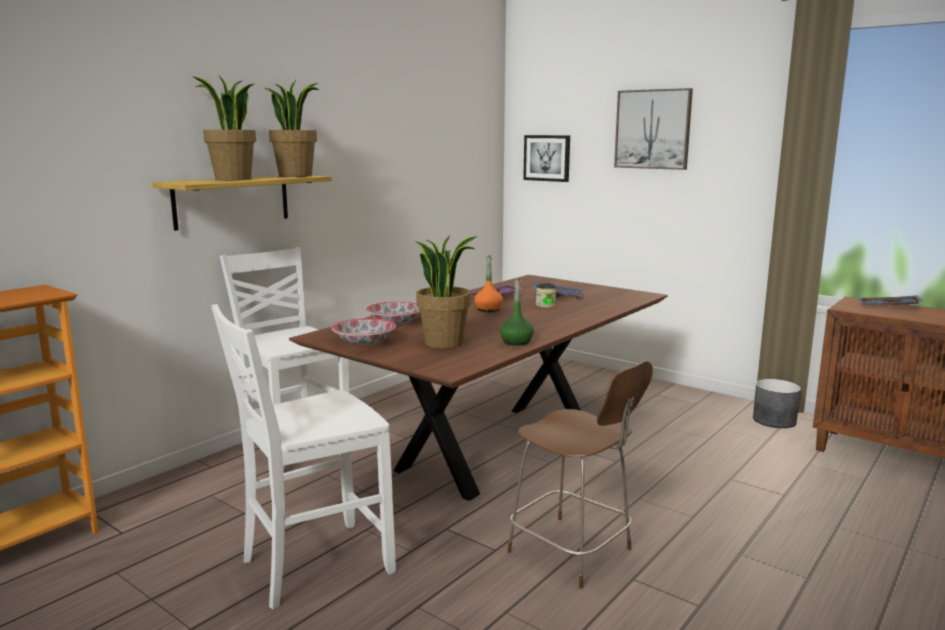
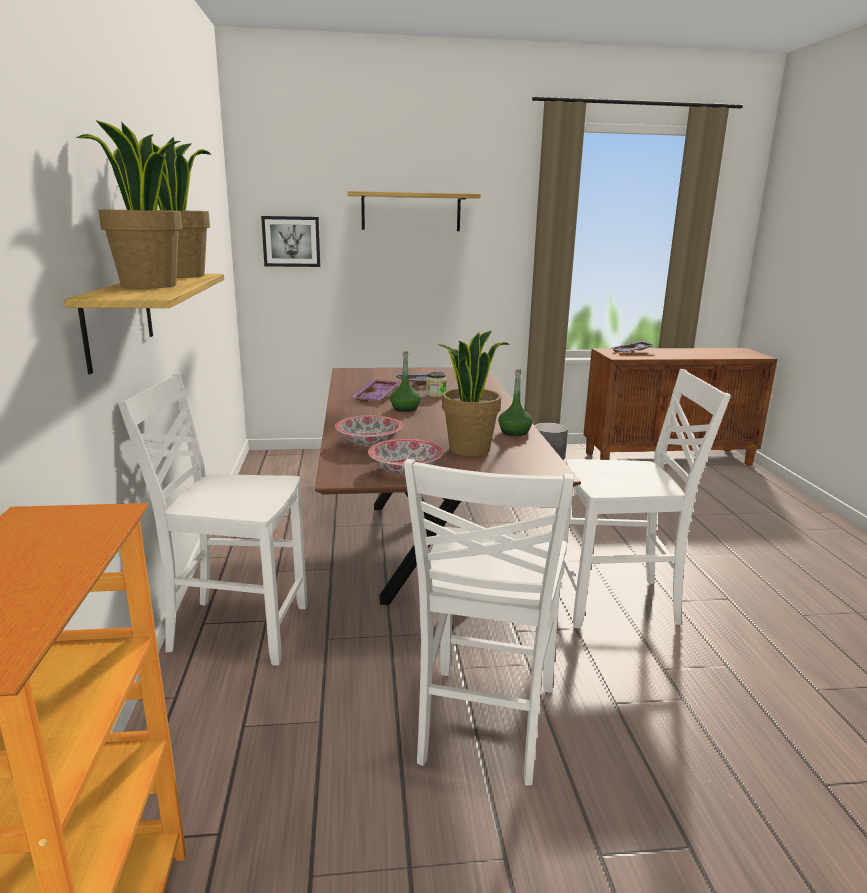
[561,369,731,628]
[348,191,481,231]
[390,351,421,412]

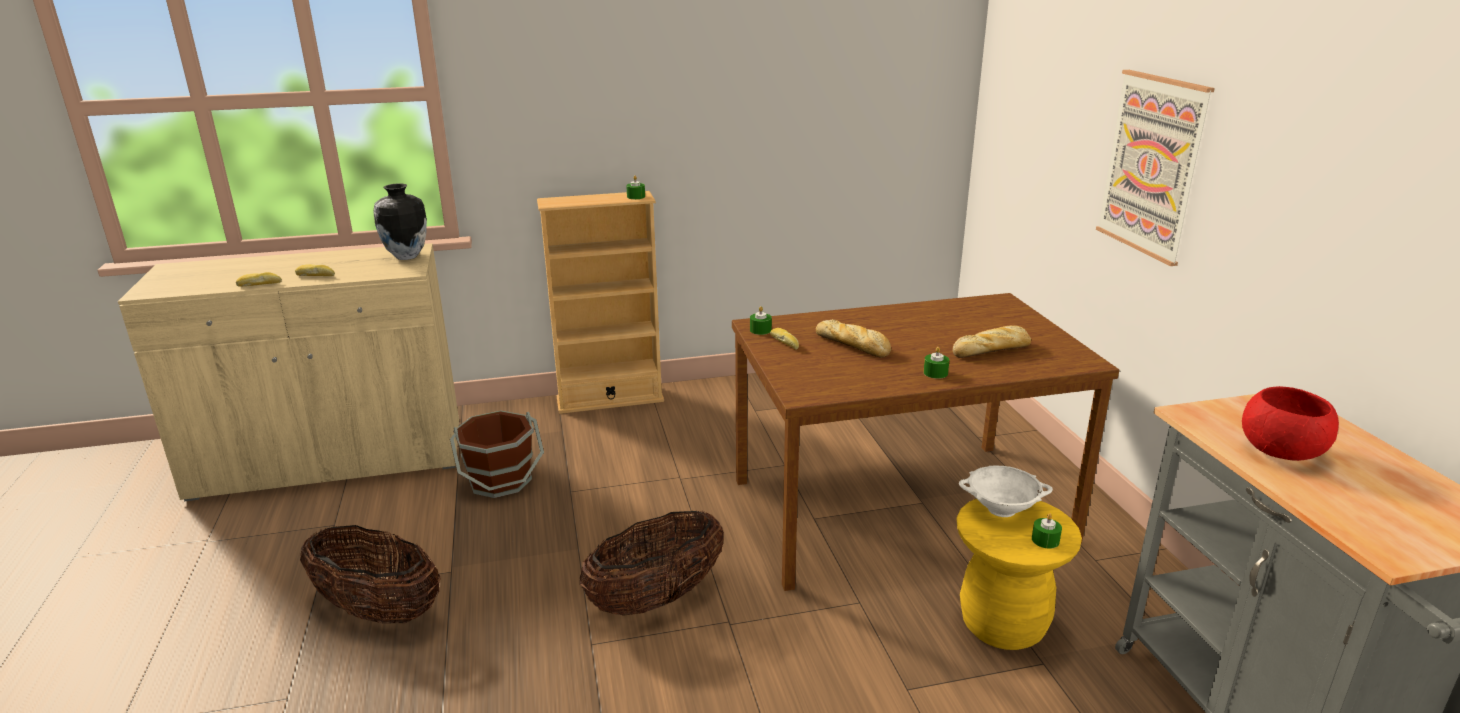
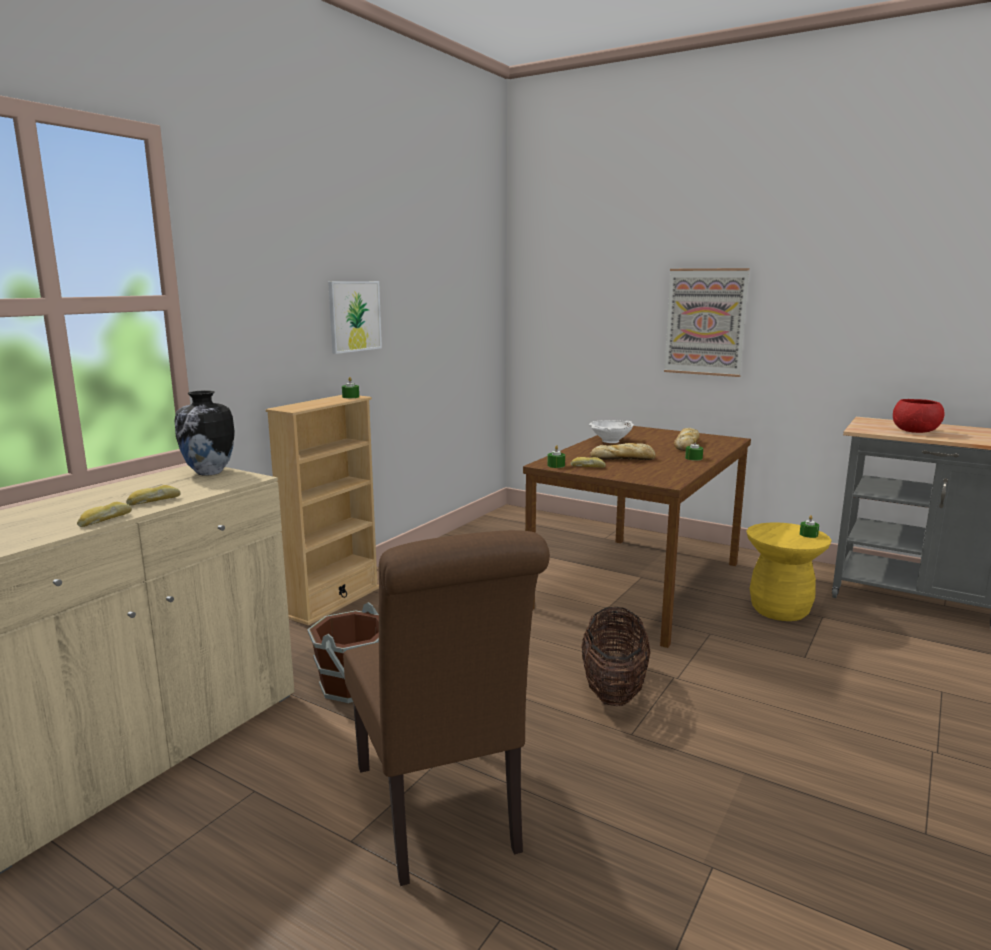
[328,281,382,354]
[589,420,635,443]
[343,530,550,886]

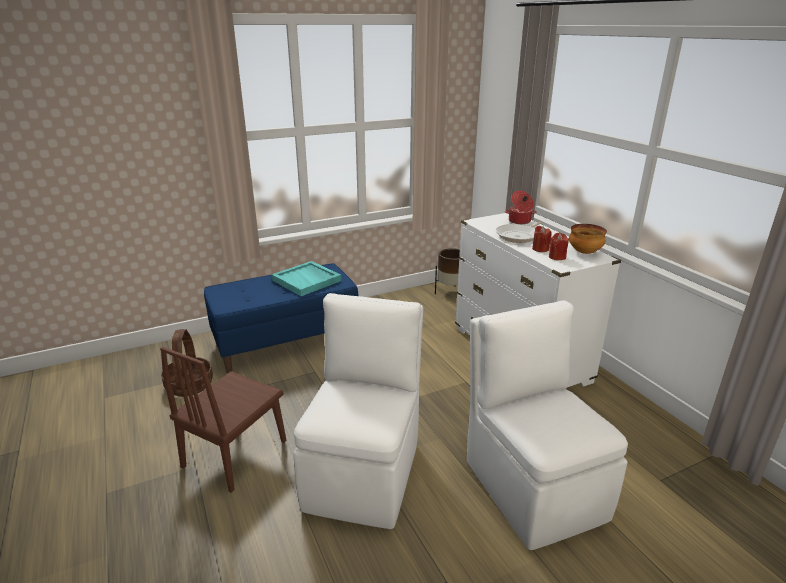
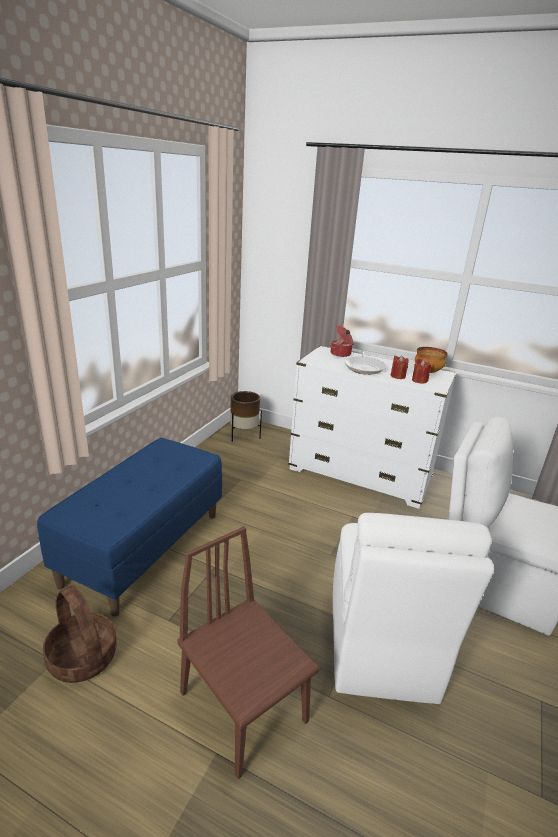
[272,261,341,296] (first image)
[177,526,319,779]
[333,513,494,704]

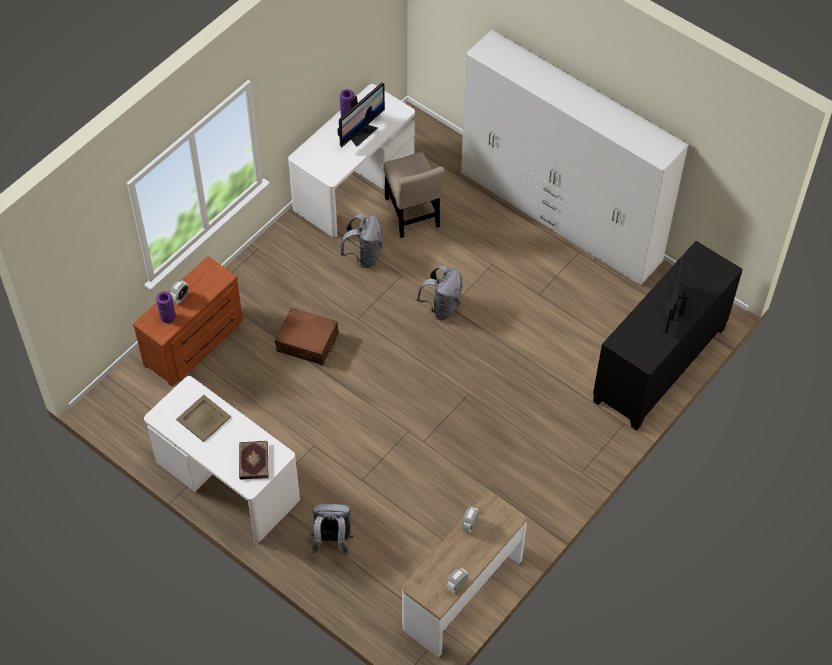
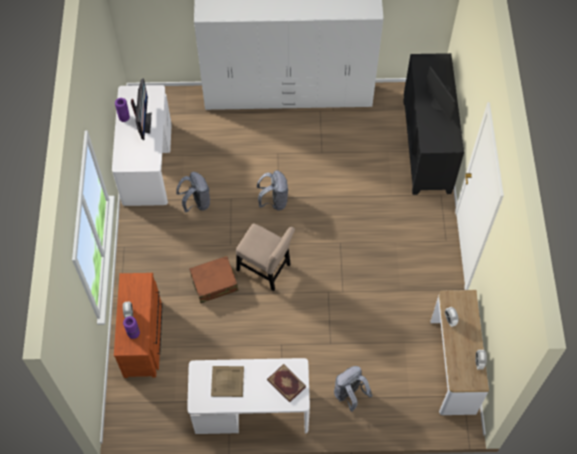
[236,224,295,291]

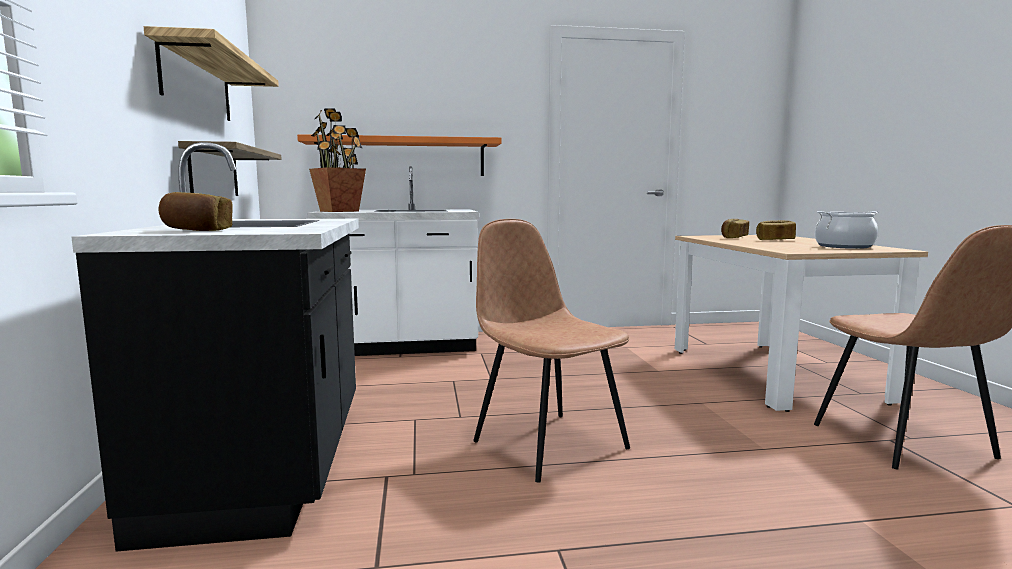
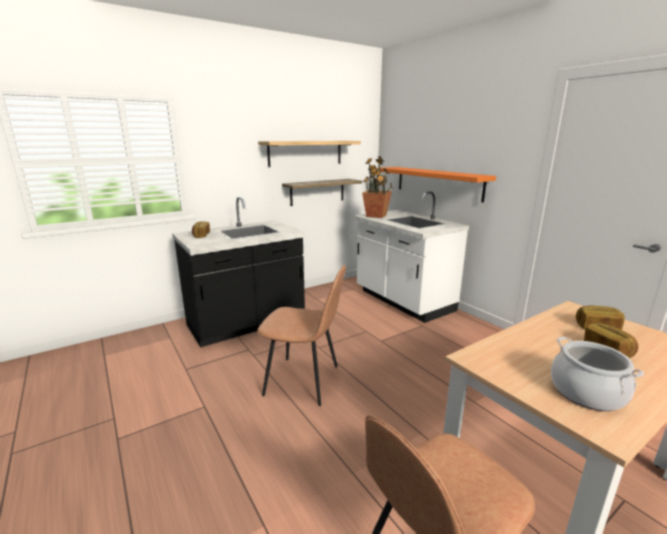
[257,265,346,406]

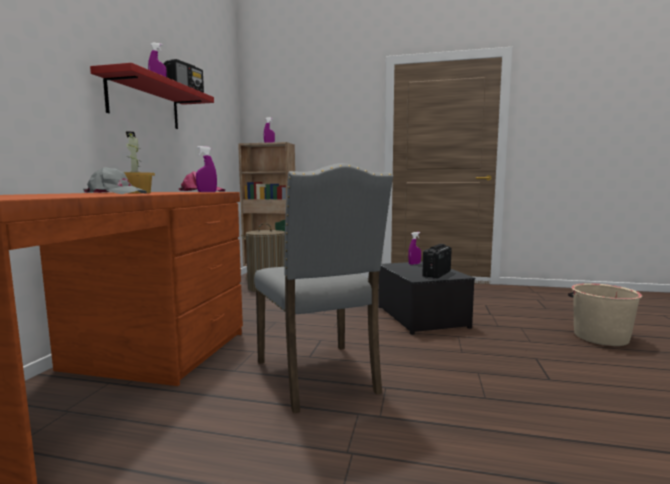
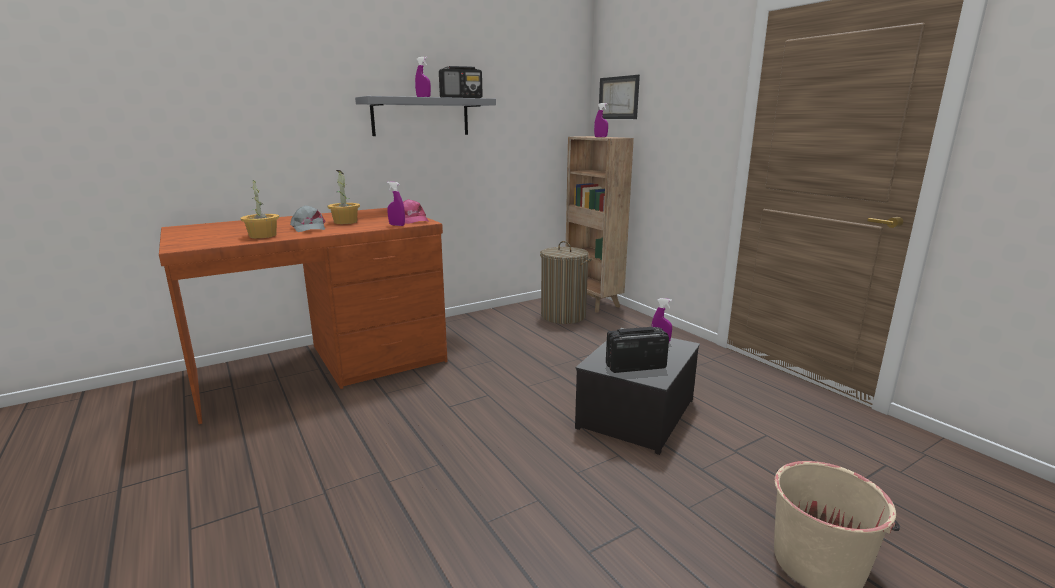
[254,163,393,413] (first image)
[241,180,279,238]
[599,75,640,119]
[355,96,496,136]

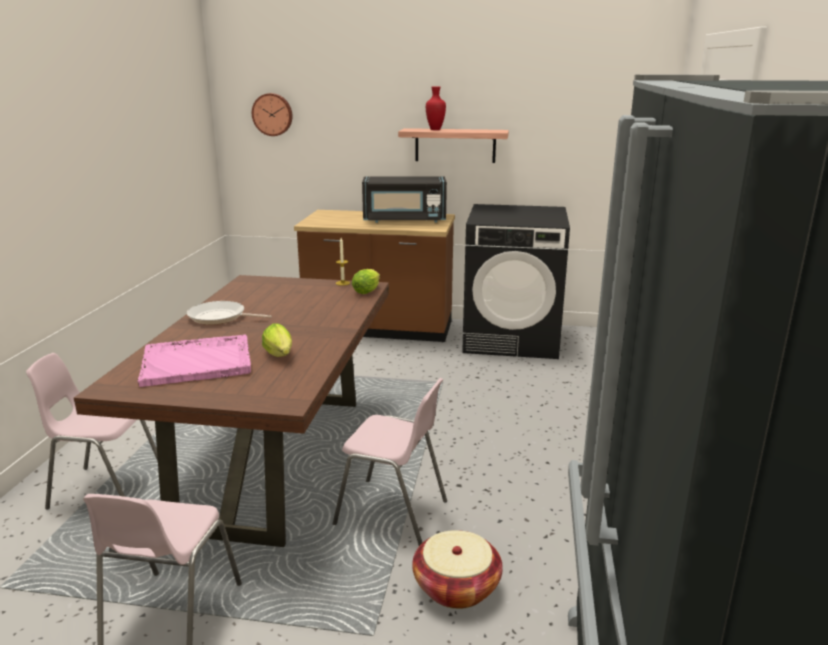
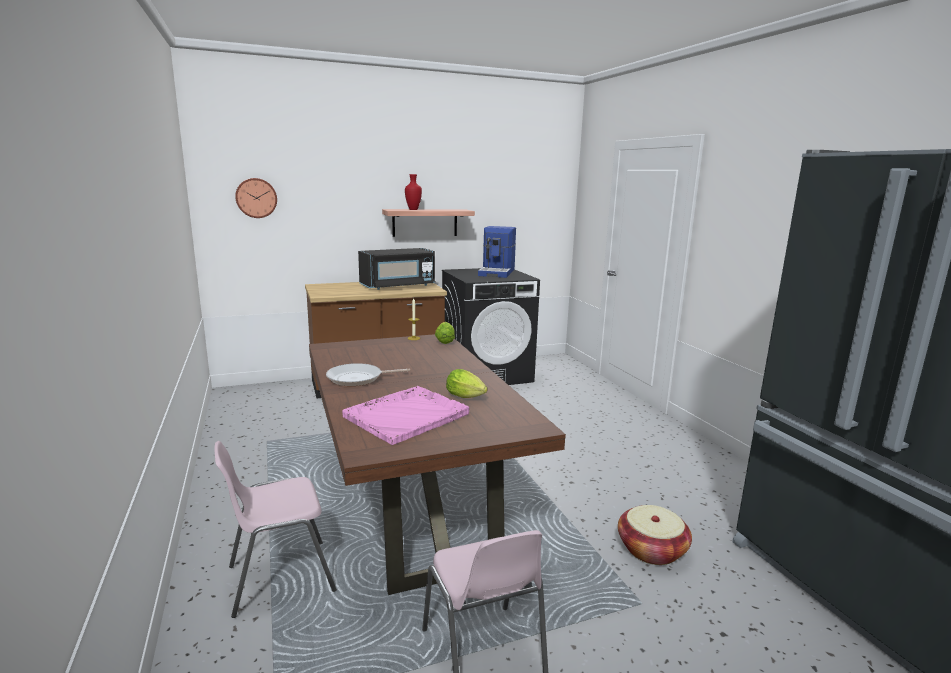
[333,378,447,546] (first image)
[478,226,516,278]

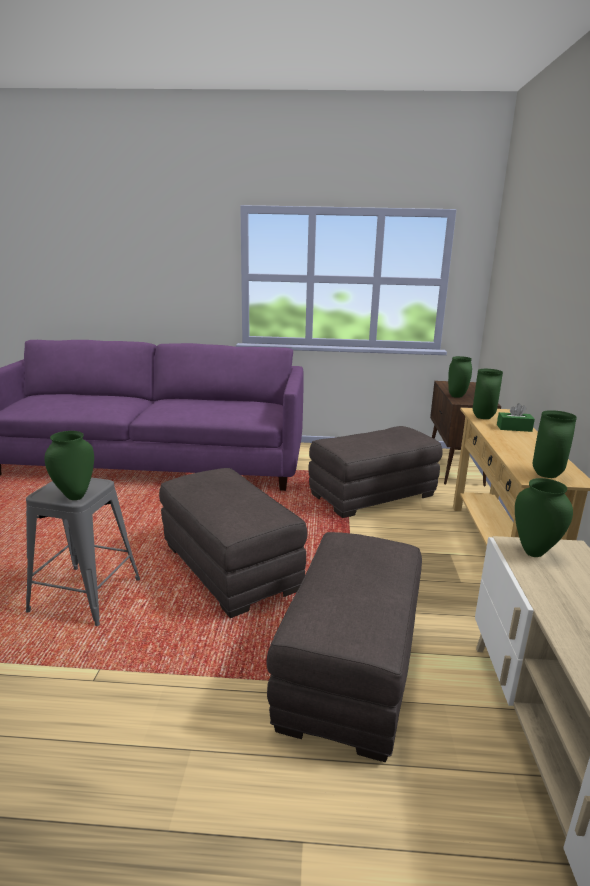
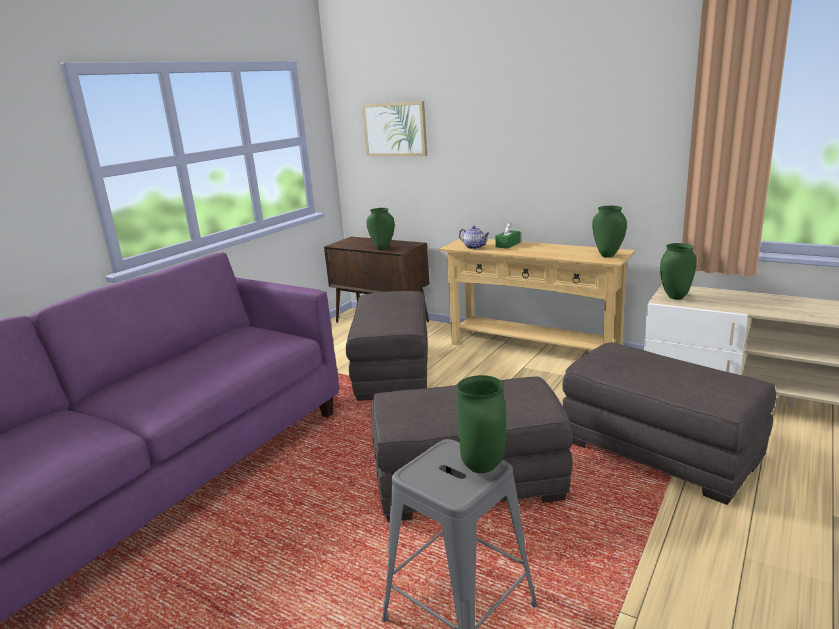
[362,101,427,156]
[459,226,490,249]

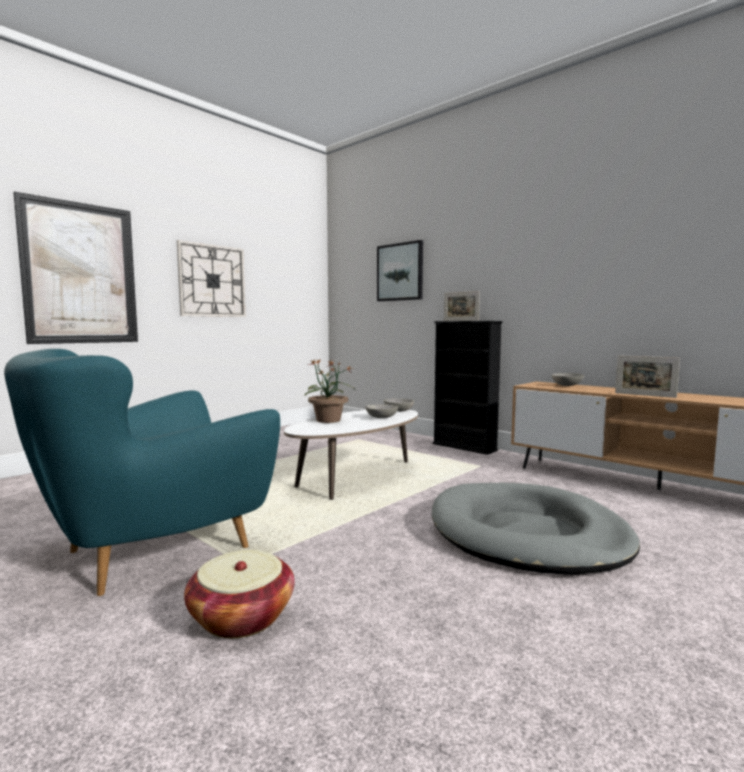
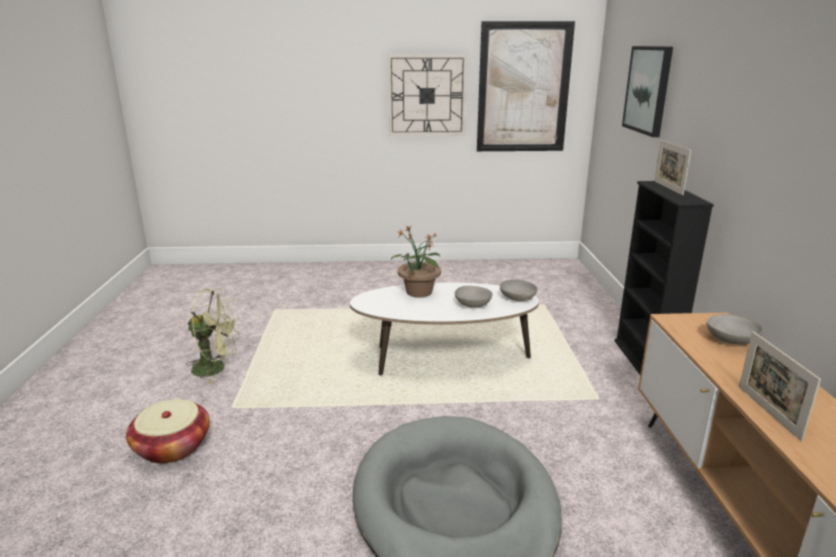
[477,21,575,151]
[186,288,240,384]

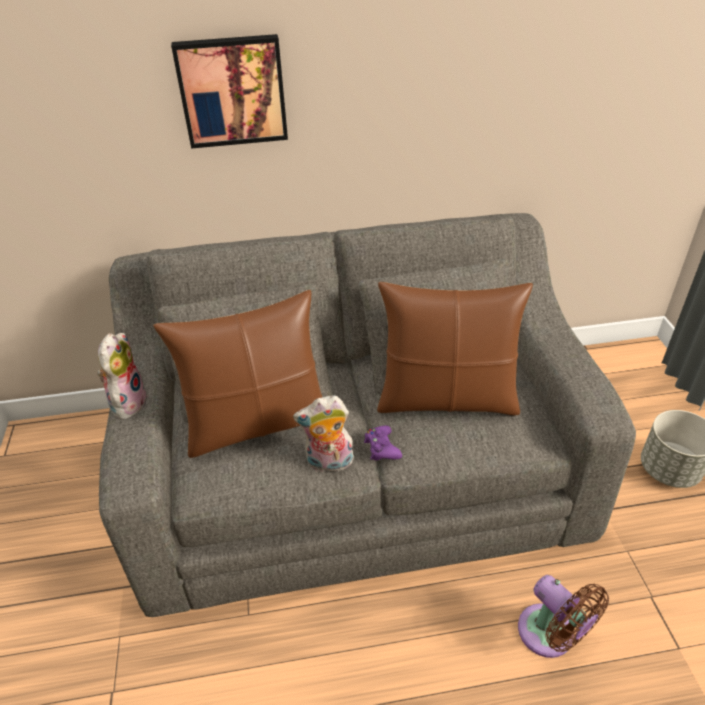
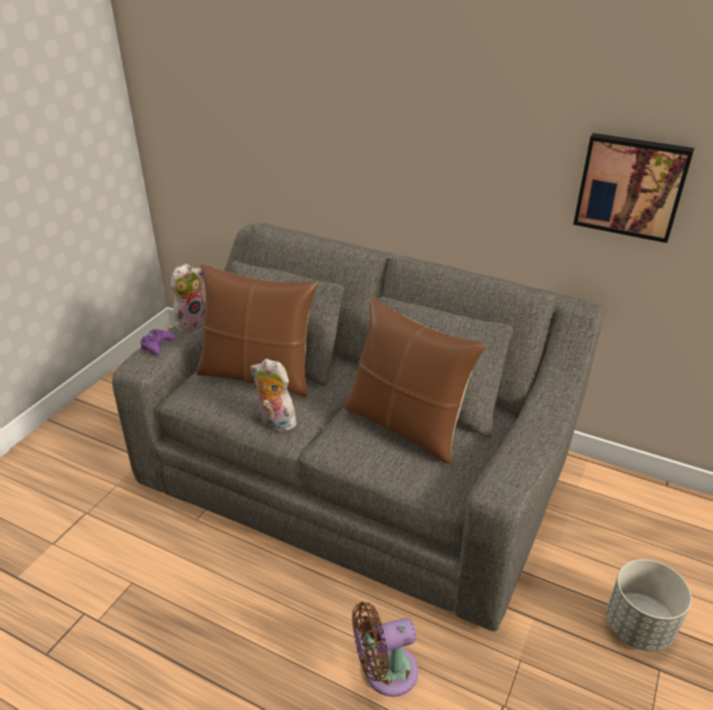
[573,133,694,243]
[140,329,176,355]
[352,602,418,697]

